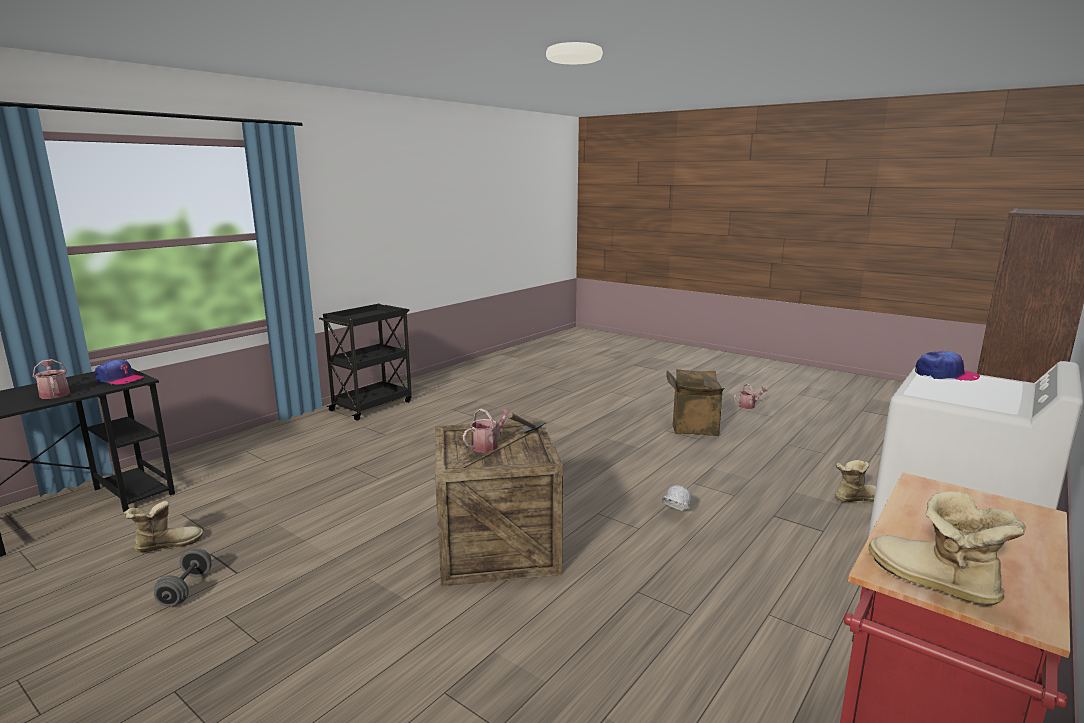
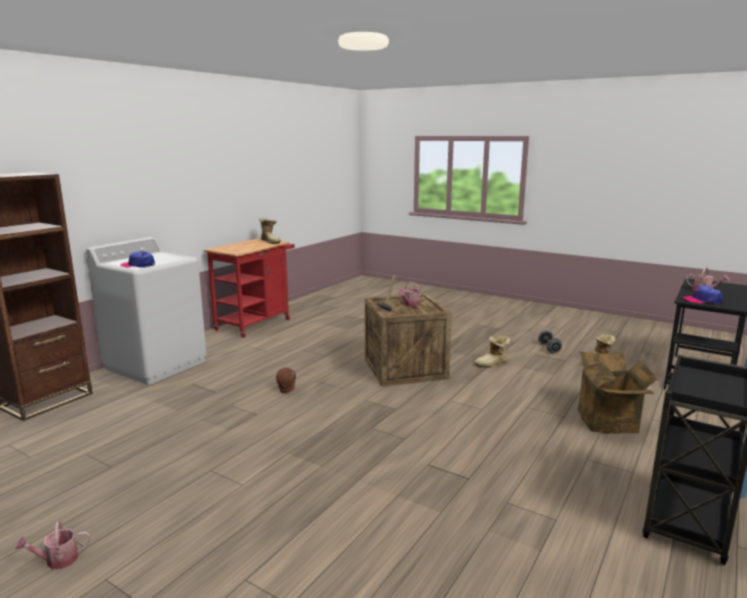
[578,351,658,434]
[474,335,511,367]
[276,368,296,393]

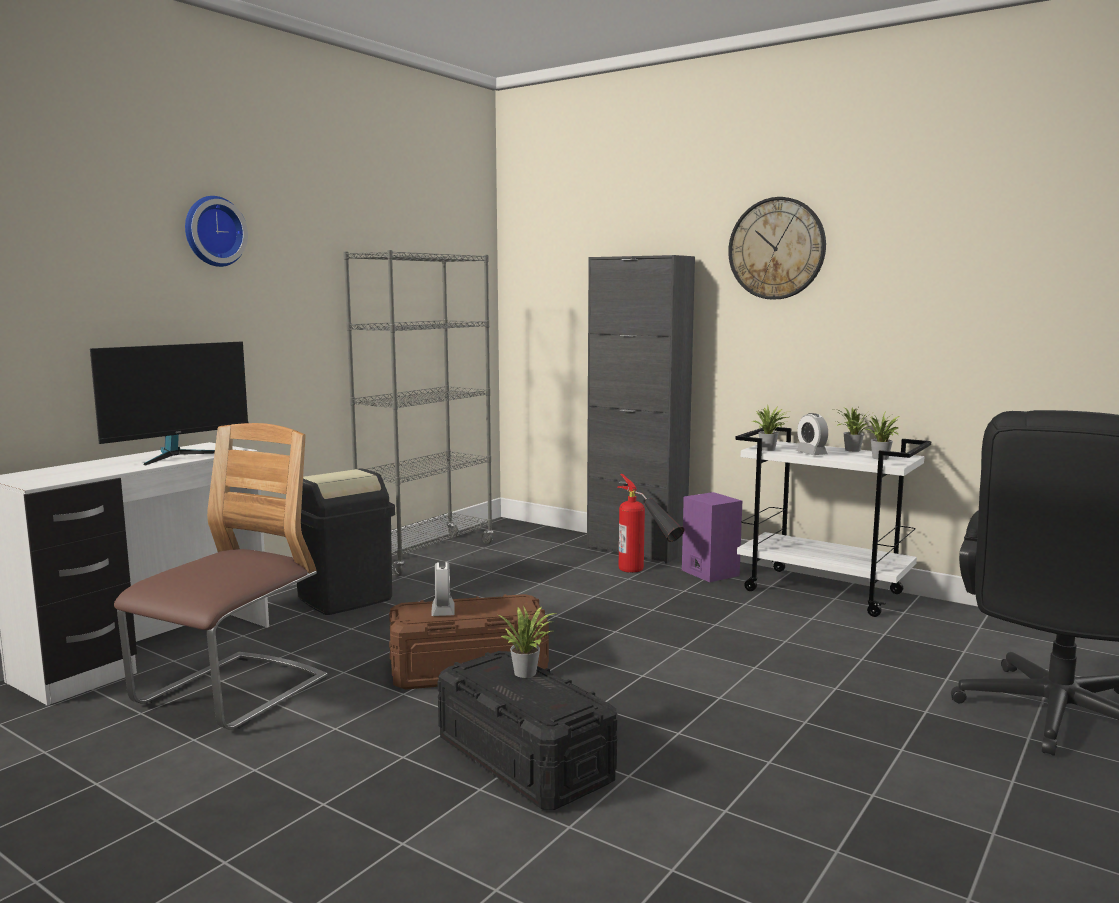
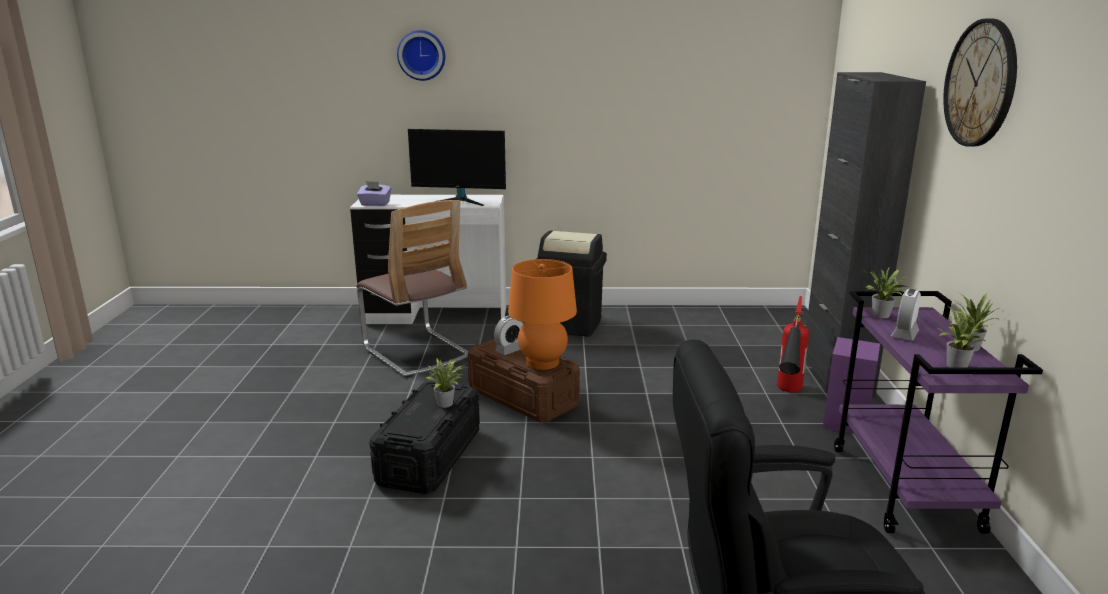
[343,250,494,576] (first image)
[357,181,391,206]
[508,259,577,370]
[397,30,445,81]
[834,291,1043,534]
[356,200,468,378]

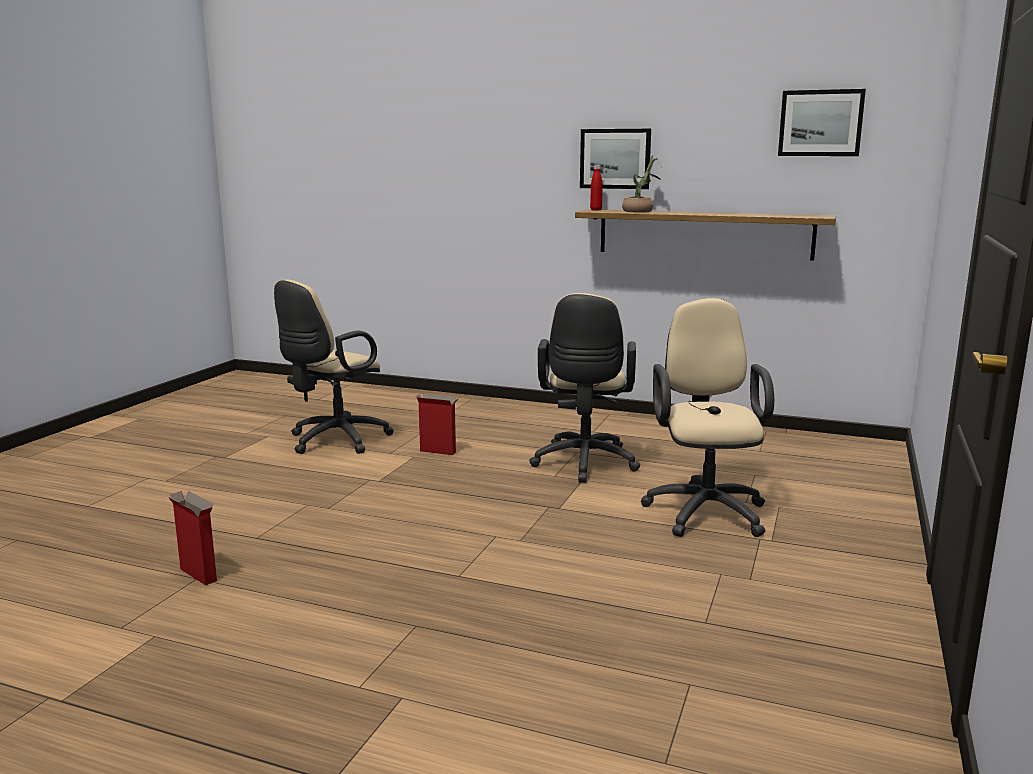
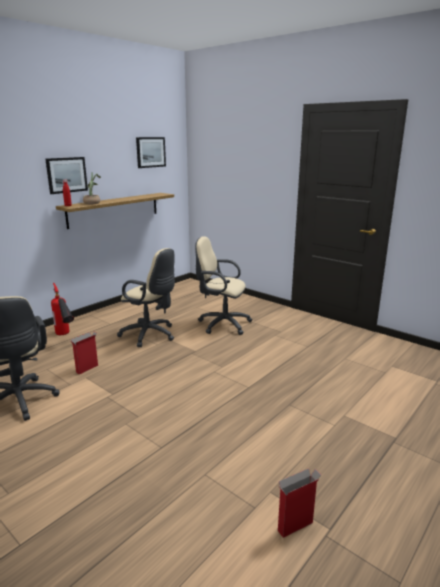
[51,283,74,335]
[278,468,321,538]

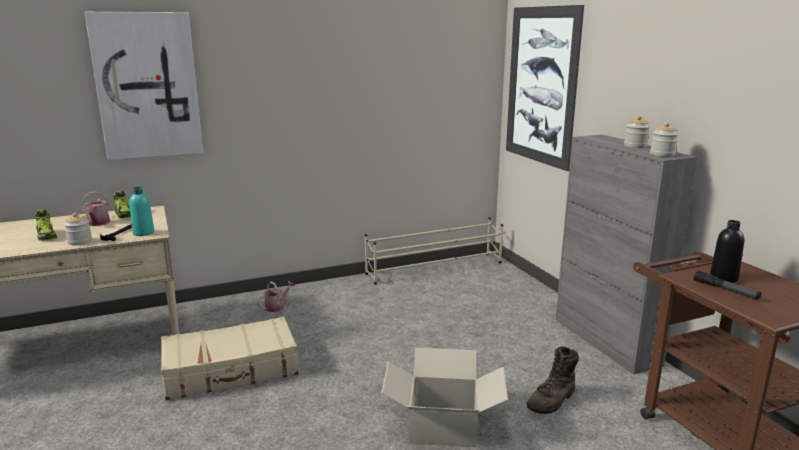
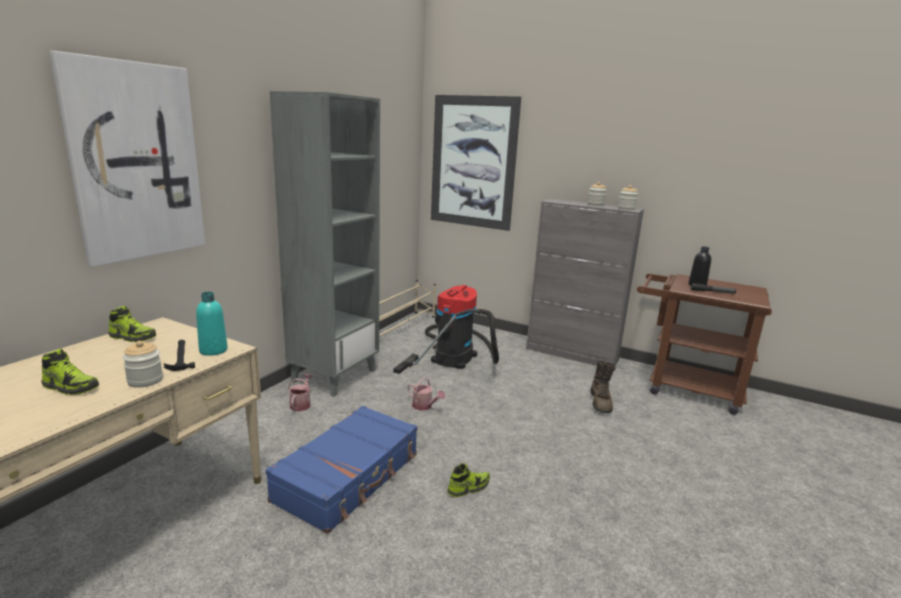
[381,348,508,447] (first image)
[270,91,380,397]
[393,285,499,374]
[447,463,490,497]
[407,378,445,411]
[265,405,417,534]

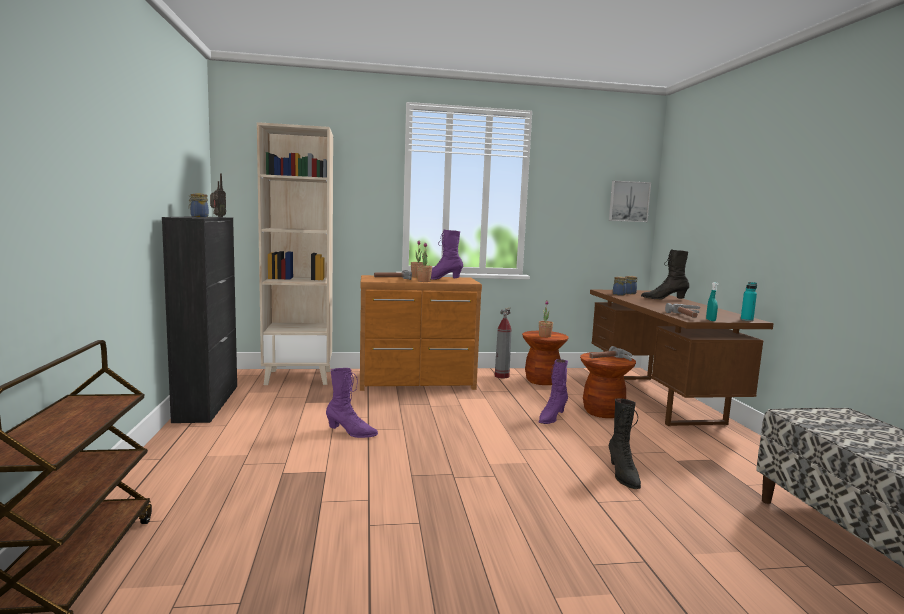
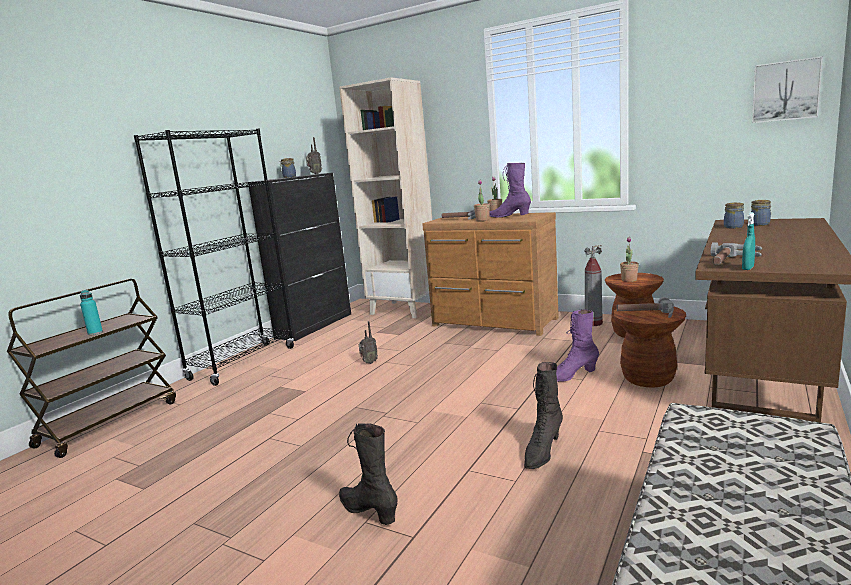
[134,129,294,386]
[339,423,398,525]
[80,290,103,335]
[359,321,378,364]

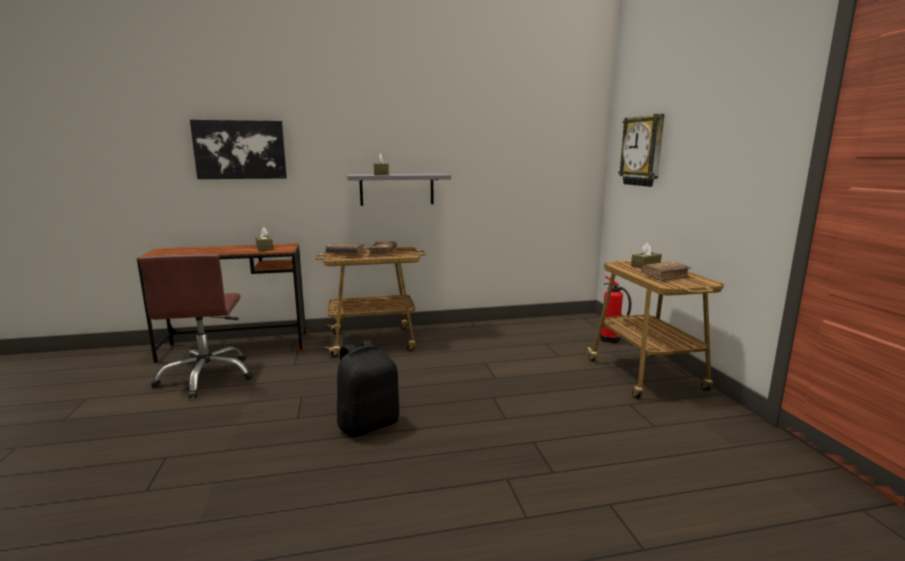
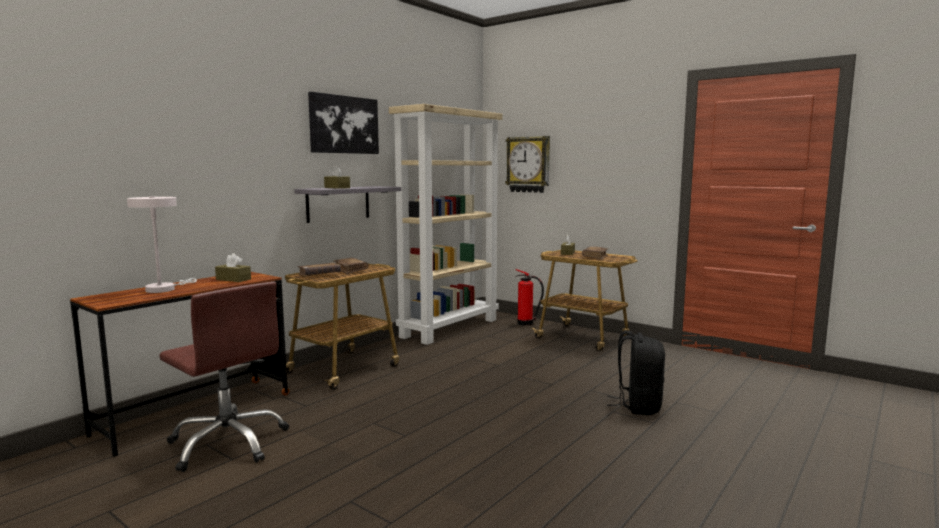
[127,196,197,293]
[389,104,503,345]
[308,92,379,154]
[607,331,665,415]

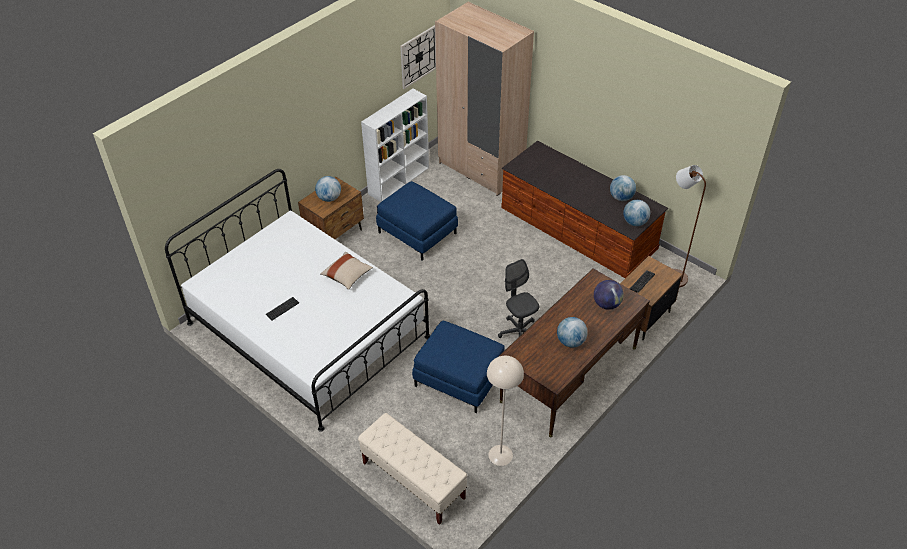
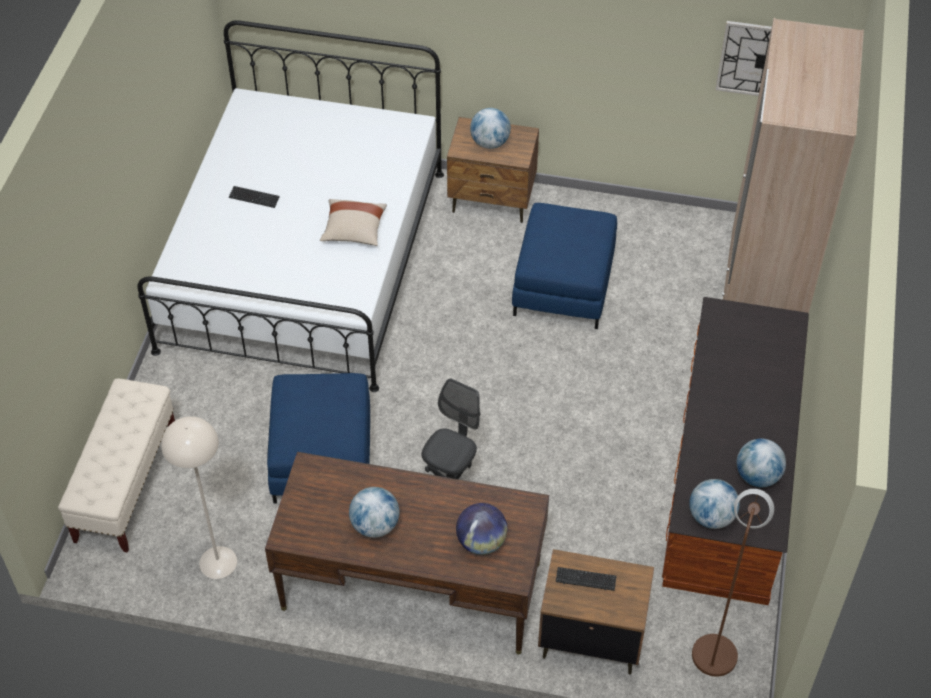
[361,89,429,202] (first image)

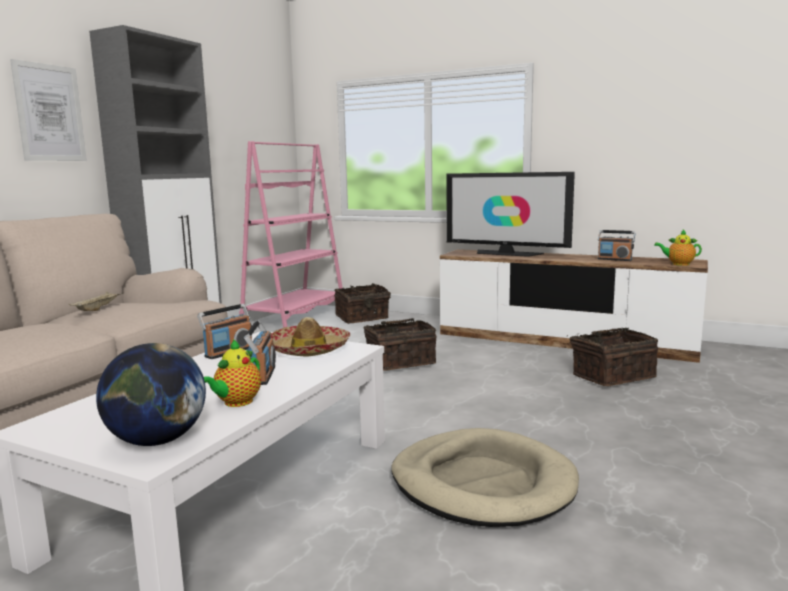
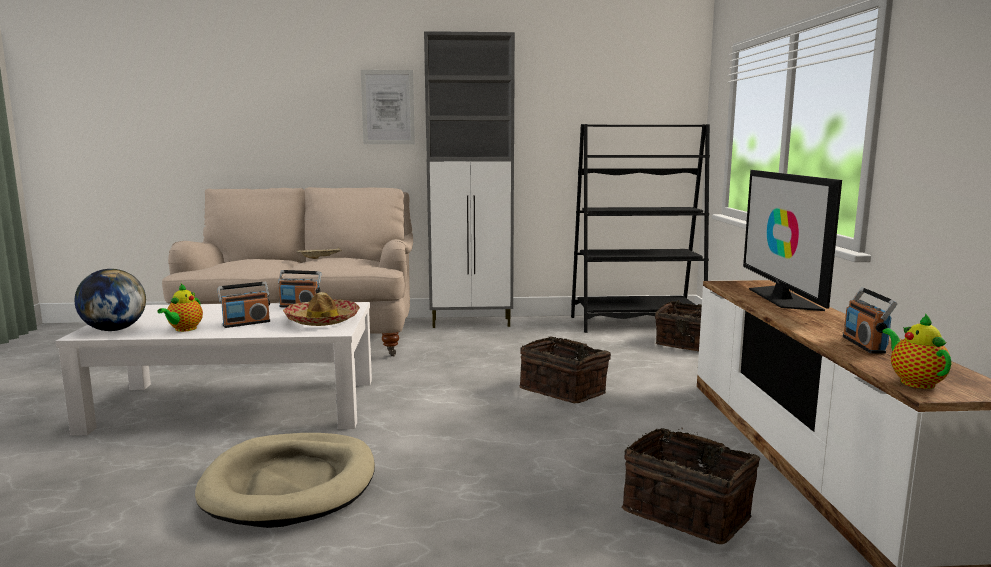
[571,124,710,333]
[157,284,203,332]

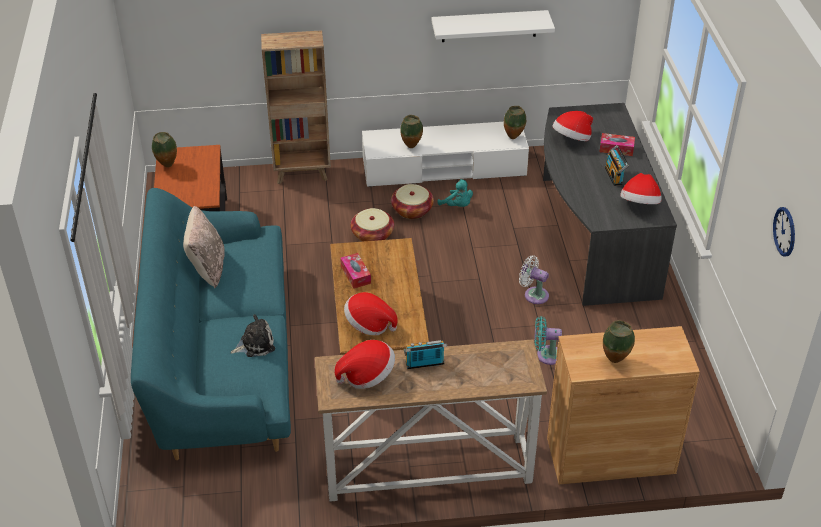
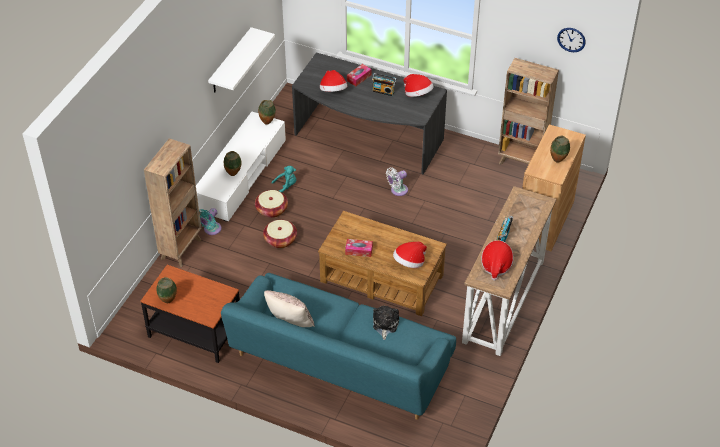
[498,58,559,165]
[199,208,221,235]

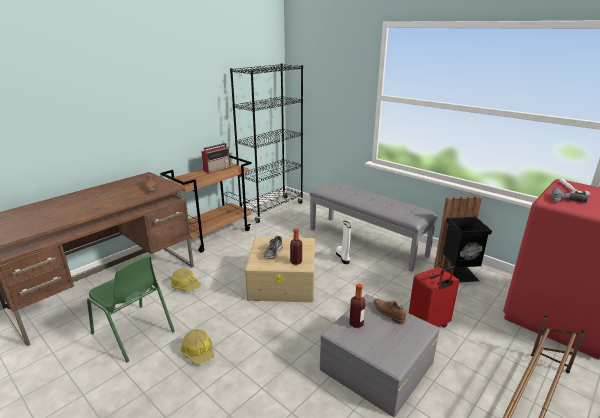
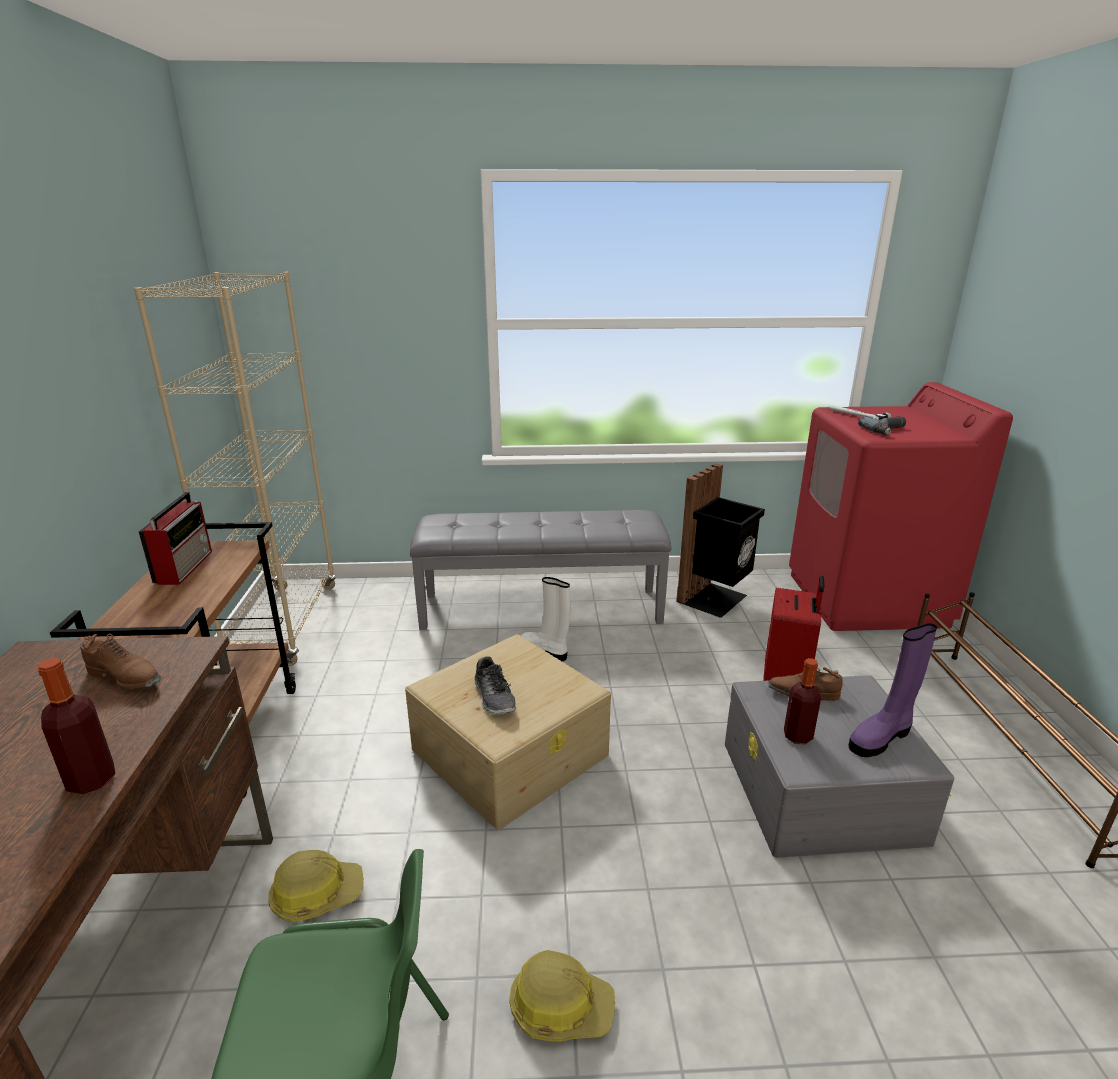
[848,623,937,757]
[38,658,116,794]
[134,272,336,666]

